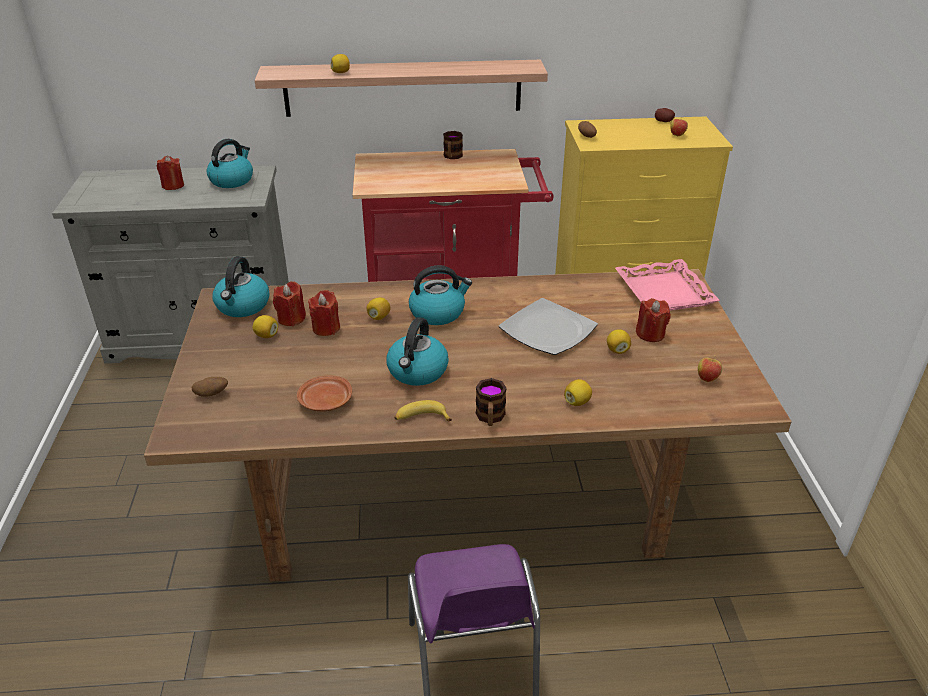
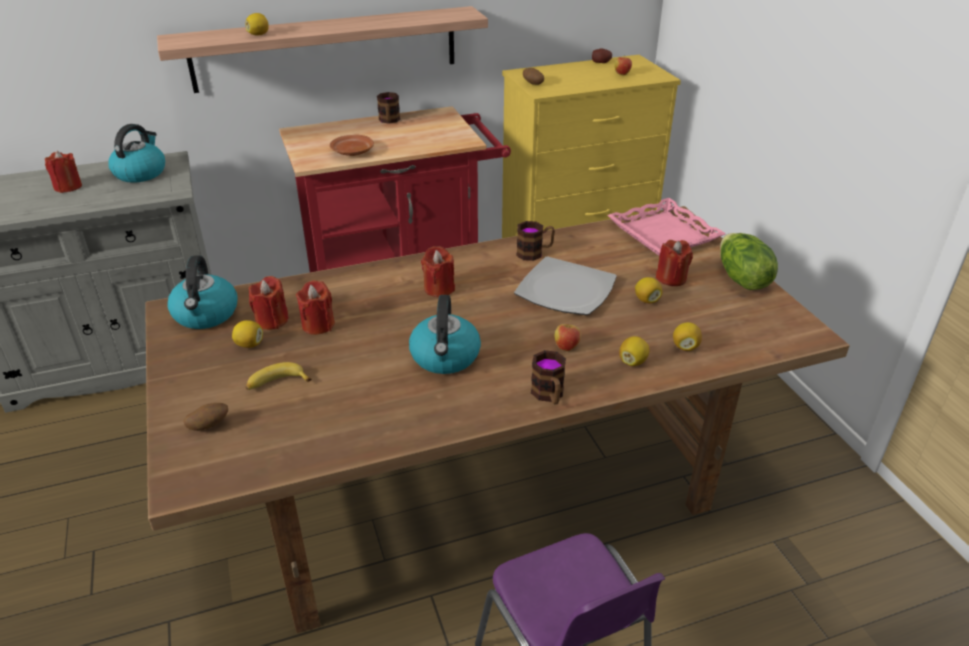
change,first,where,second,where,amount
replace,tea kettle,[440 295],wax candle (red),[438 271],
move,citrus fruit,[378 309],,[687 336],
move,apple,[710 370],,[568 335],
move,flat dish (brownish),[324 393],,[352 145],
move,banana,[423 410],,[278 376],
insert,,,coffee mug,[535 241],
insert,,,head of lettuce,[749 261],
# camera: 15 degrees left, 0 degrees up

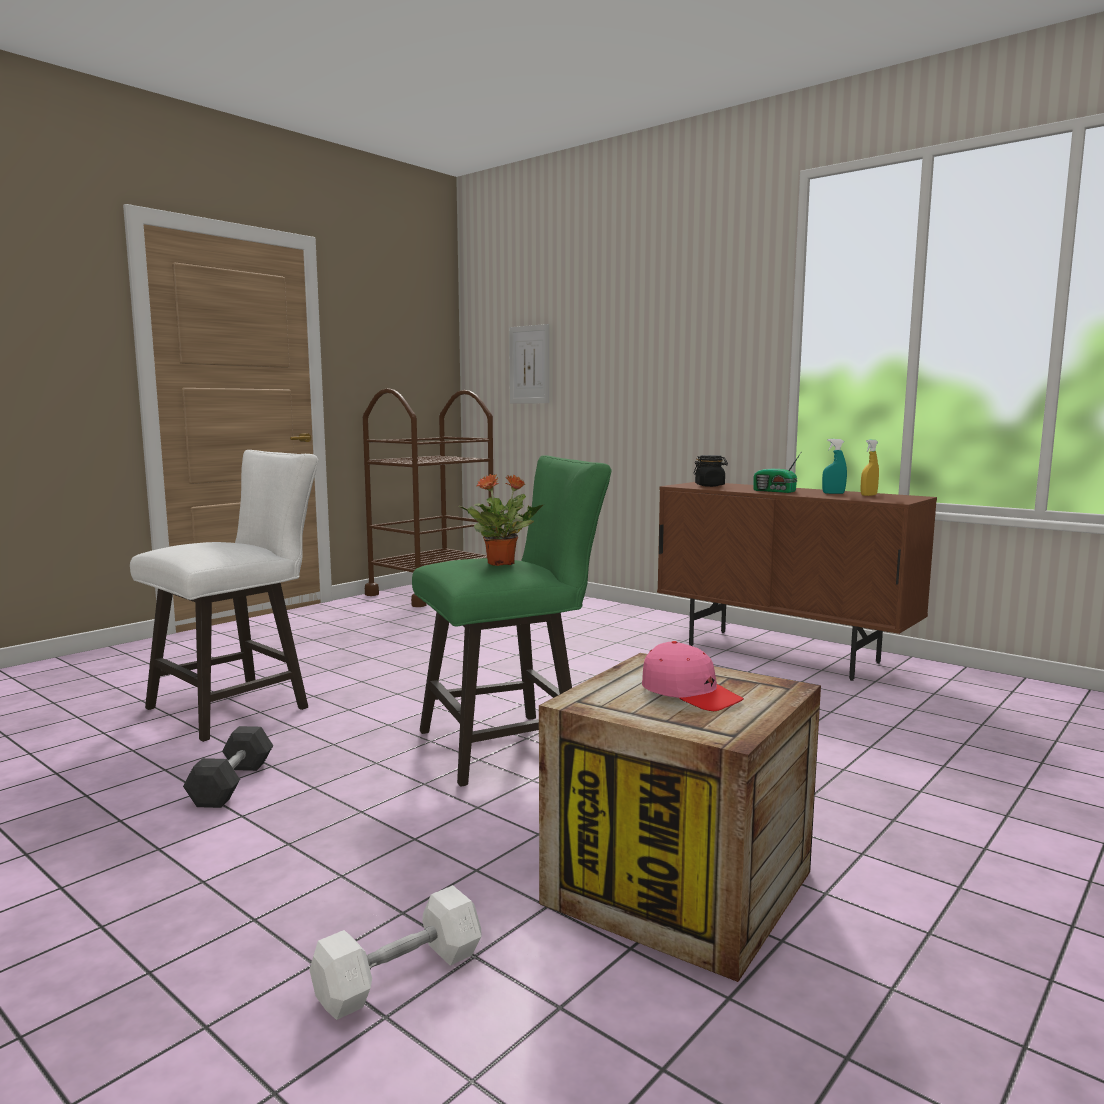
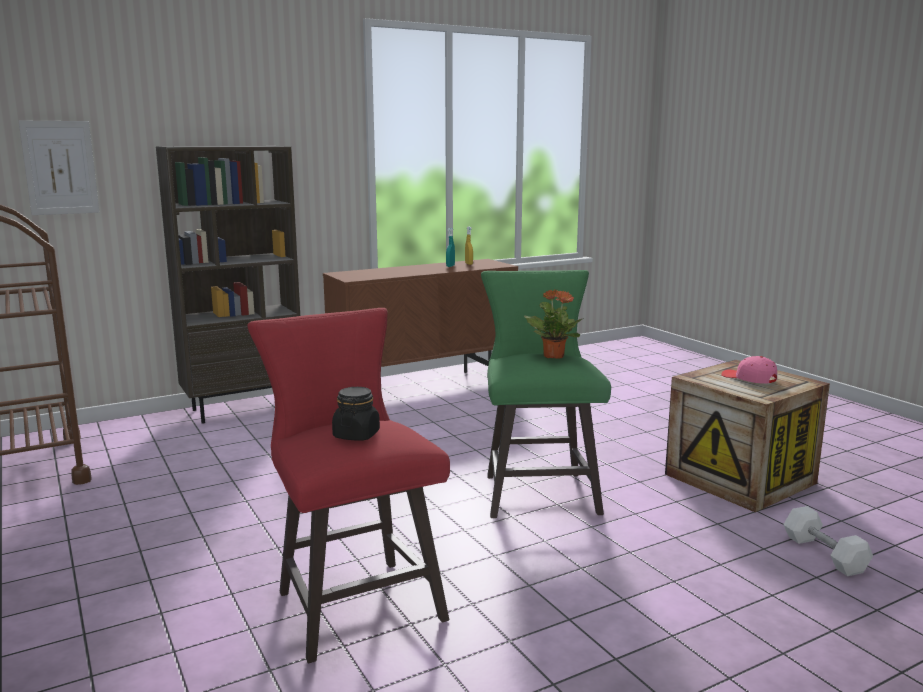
change,first,where,second,where,amount
recolor,sitting stool (white-coloured),[224 596],sitting stool (red),[348 486],
delete,radio,[777 473],,,
move,storage jar (black),[710 471],,[356 414],
rotate,baseball cap (pink-coloured),[693 676],,[749 370],105 degrees counterclockwise
delete,free weight (greyish),[228 767],,,
insert,,,bookcase (brownish),[228 285],
# camera: 70 degrees left, 5 degrees up

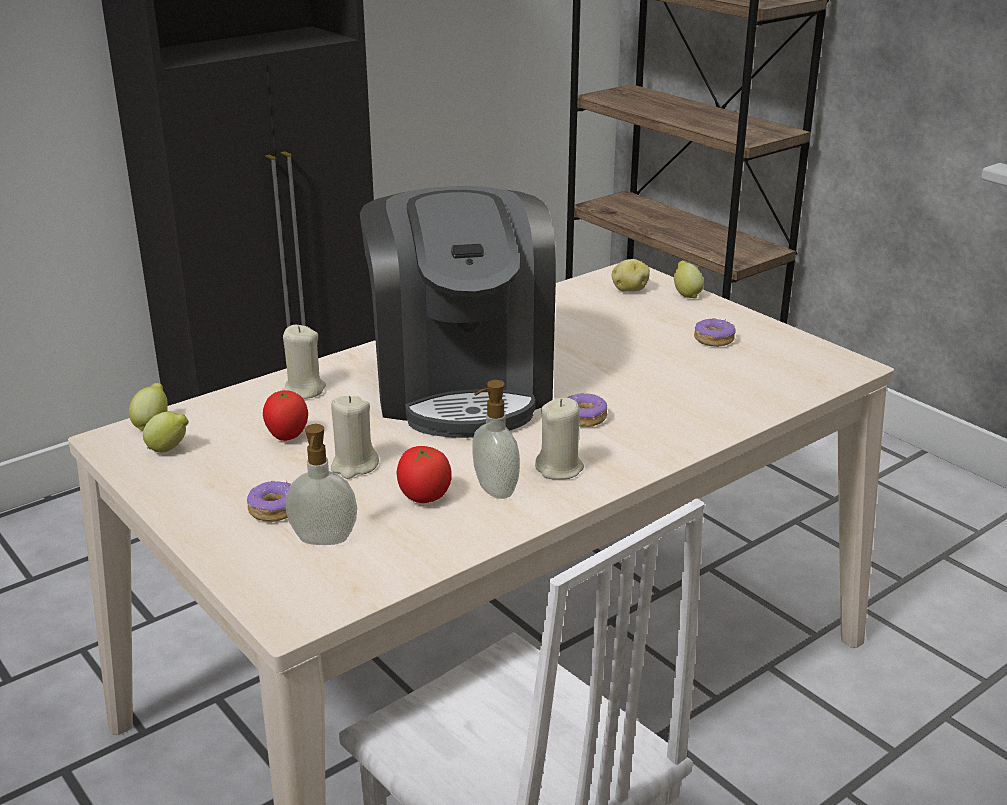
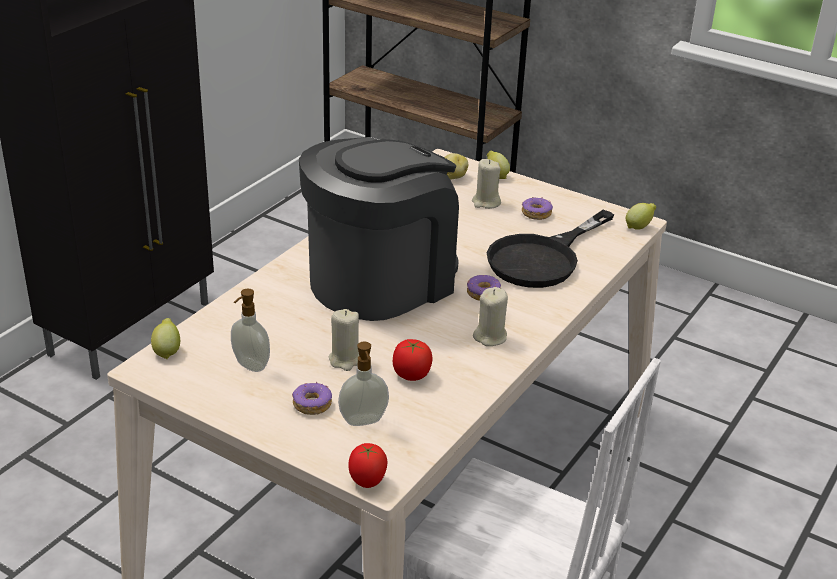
change,first,where,second,where,amount
rotate,coffee maker,[458 312],,[379 229],105 degrees counterclockwise
move,wax candle (beige-coloured),[304 362],,[486 184],
move,soap dispenser,[496 439],,[250 330],
move,fresh tomato,[285 415],,[368 465],
move,citrus fruit,[166 432],,[641 216],
insert,,,frying pan (black),[551 249],
# camera: 20 degrees left, 5 degrees up

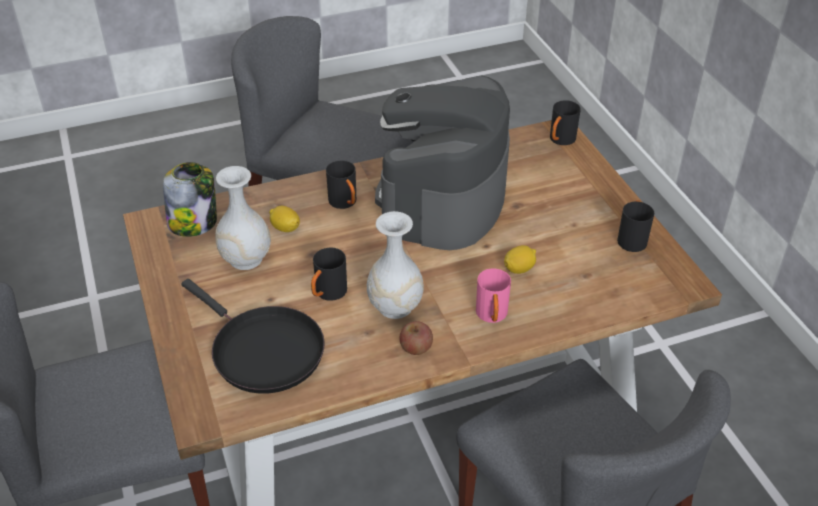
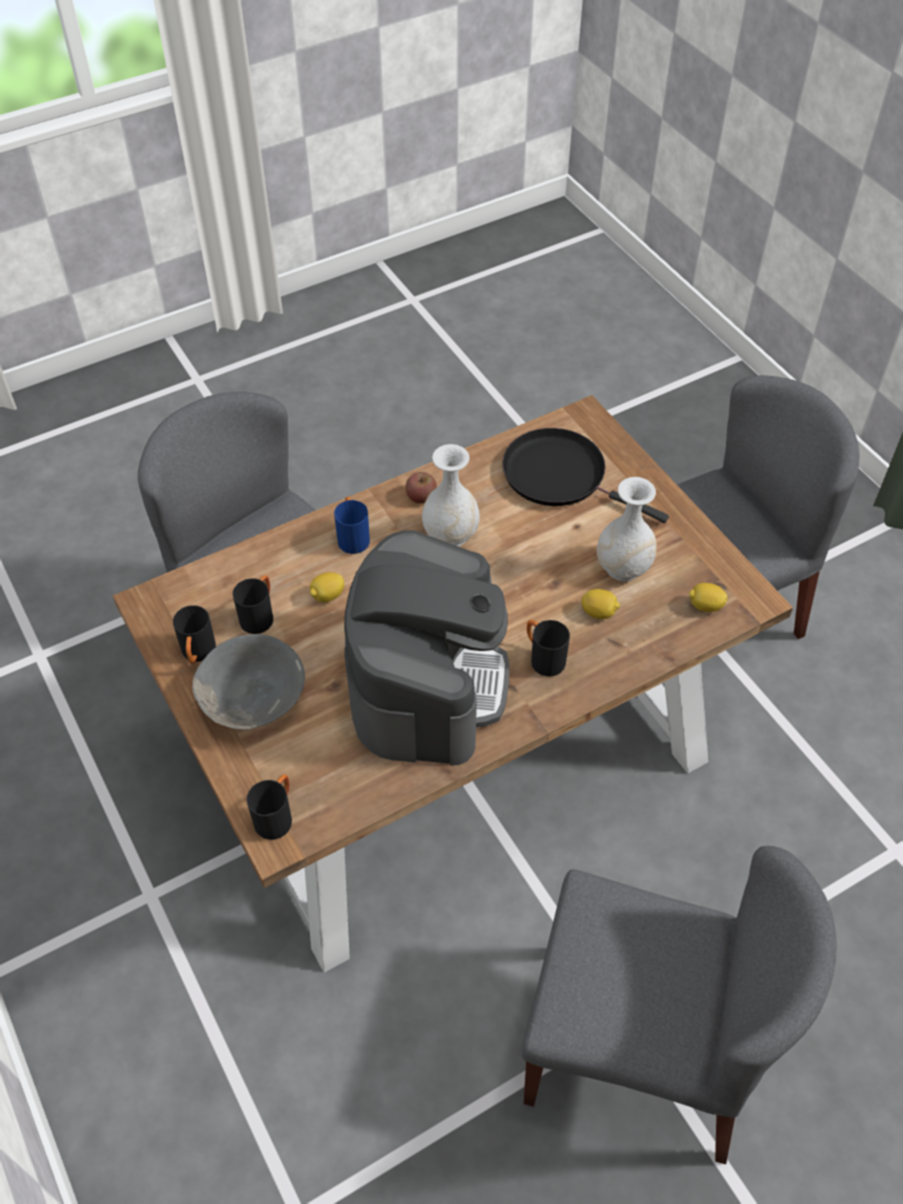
change,first,where,second,where,amount
replace,storage jar,[190 199],citrus fruit,[708 597],
move,coffee mug (black),[329 274],,[253 604],
recolor,coffee mug (pink-coloured),[493 296],coffee mug (blue-coloured),[352 525],
insert,,,deep dish (greyish),[248 682],
# camera: 170 degrees right, 10 degrees up

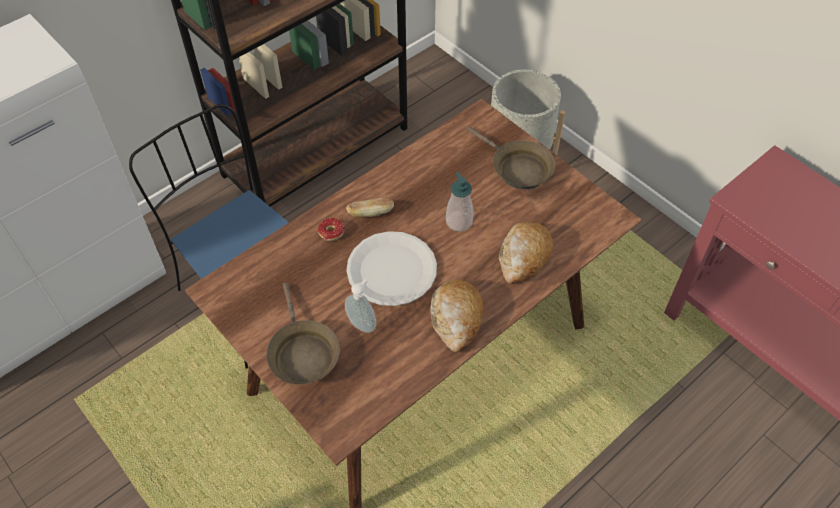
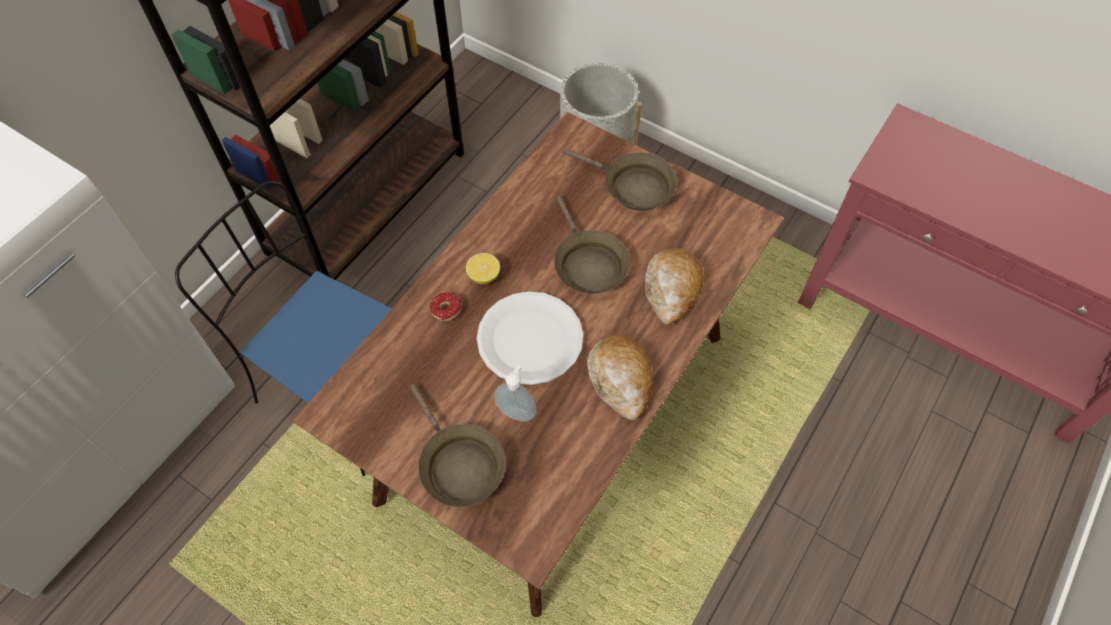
change,first,where,second,where,amount
replace,soap dispenser,[459 202],frying pan (brownish),[592 244],
replace,baked bread,[370 207],citrus fruit,[483 268],
# camera: 15 degrees left, 5 degrees up

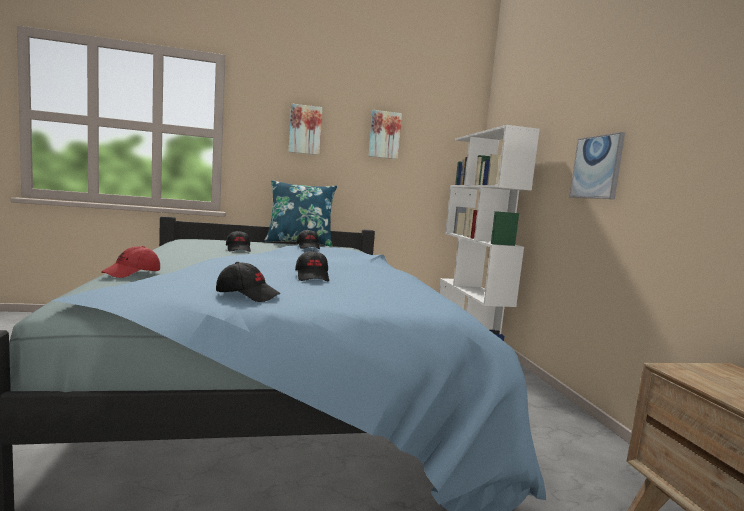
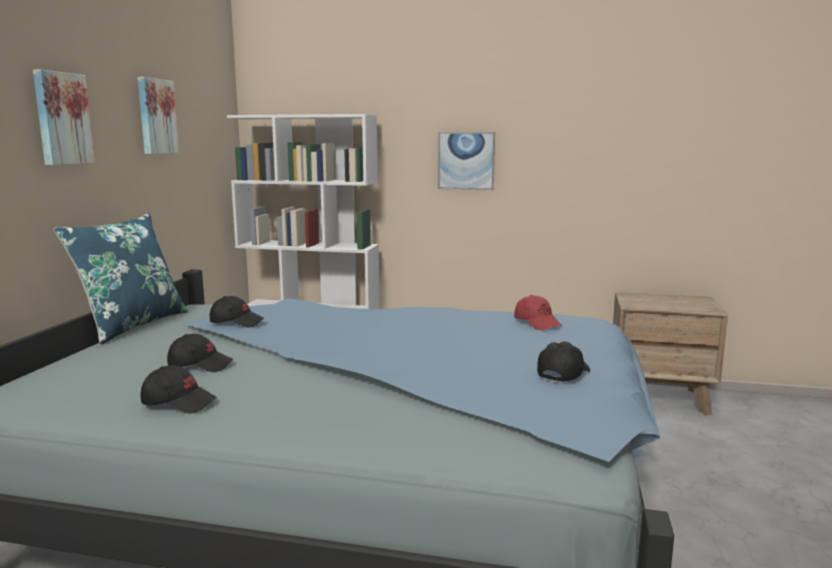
change,first,where,second,where,amount
move,baseball cap (red),[130 262],,[538 312],
move,baseball cap (black),[312 265],,[178 389],
# camera: 65 degrees left, 5 degrees up

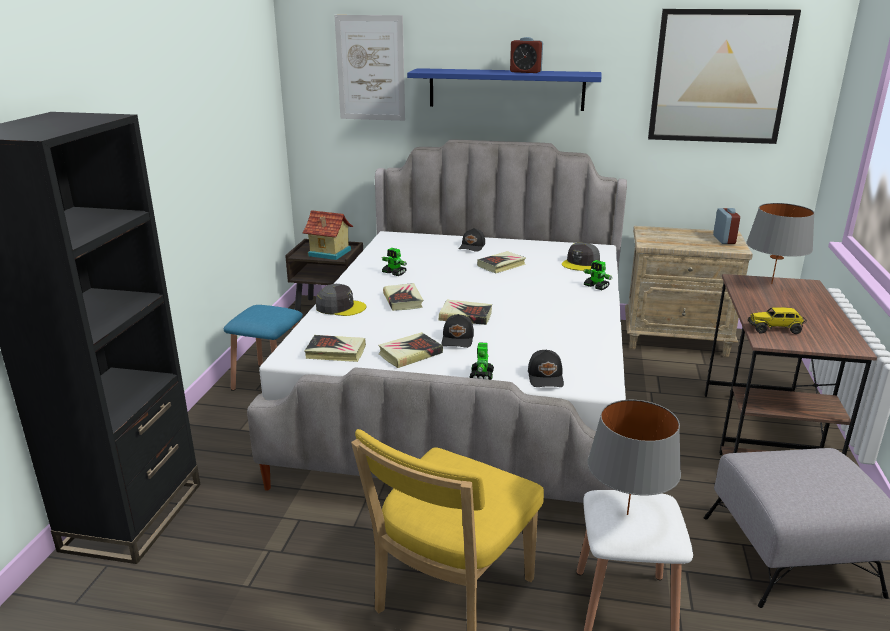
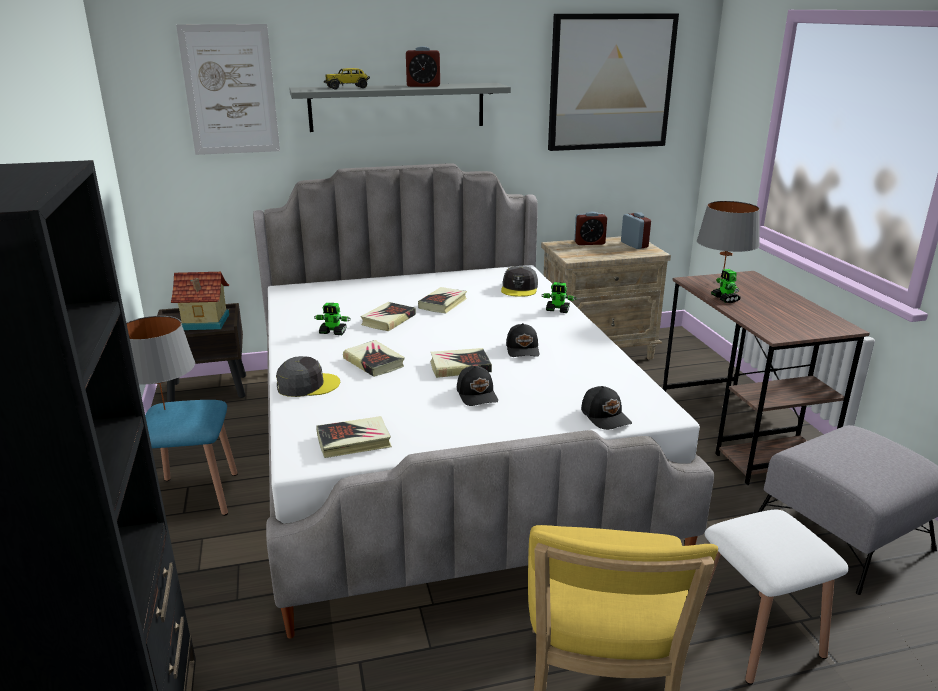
change,first,where,second,where,amount
recolor,wall shelf (blue-coloured),[504 89],wall shelf (greyish),[400 107],
move,baseball cap (black),[472 240],,[522 340],
move,model truck,[777 320],,[347 78],
move,bound book,[410 350],,[388 316],
move,model robot,[482 361],,[725 286],
move,tabletop lamp (greyish),[634 457],,[160 363],
insert,,,bedside clock,[590 228],
# camera: 25 degrees left, 0 degrees up

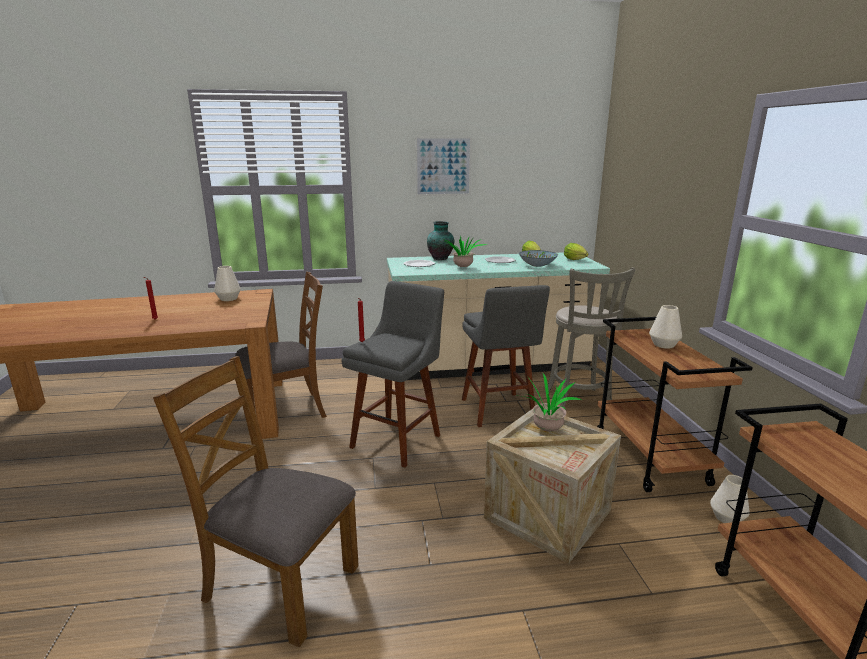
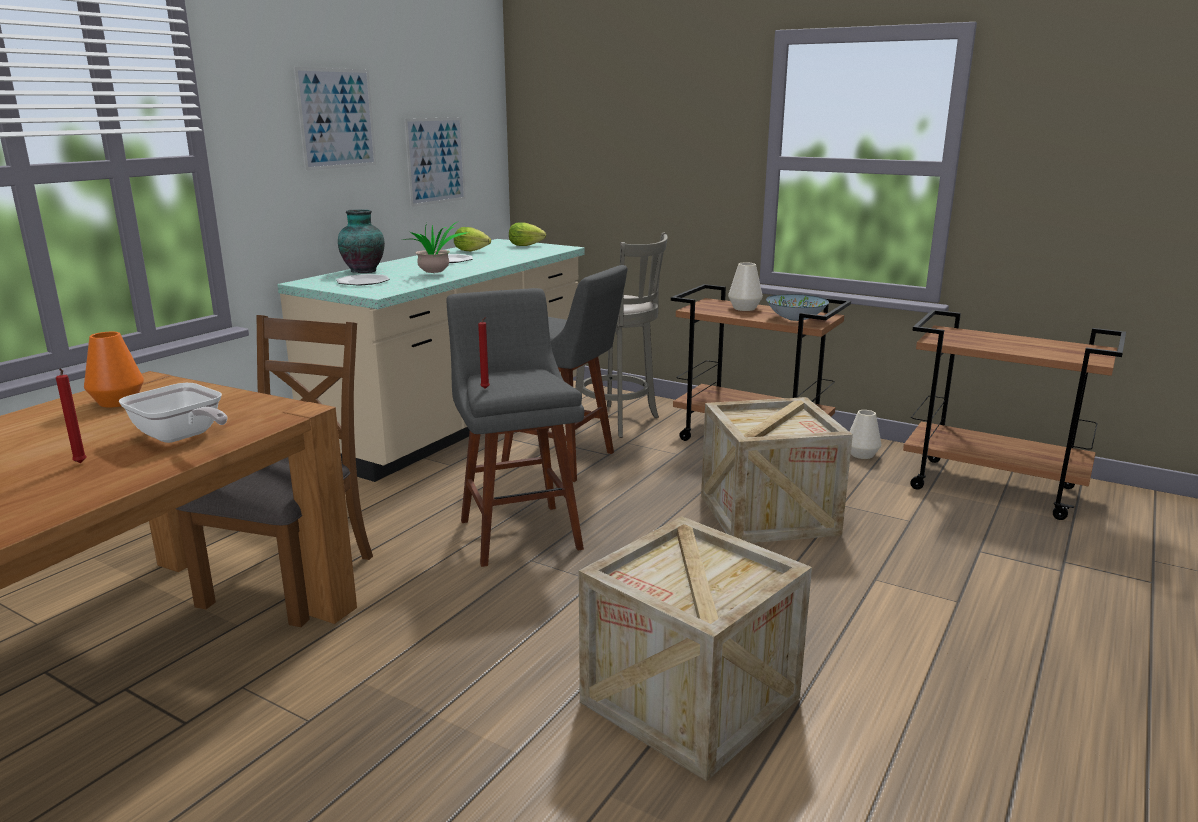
change,first,where,second,where,amount
move,deep dish,[538 258],,[797 307],
recolor,decorative vase (white-coloured),[227 283],decorative vase (orangey),[114 370],
replace,chair (brownish),[256 501],crate,[695 649],
delete,plant in a pot,[551 402],,,
insert,,,wall picture,[435 162],
insert,,,frying pan,[173 413],
# camera: 50 degrees left, 0 degrees up

